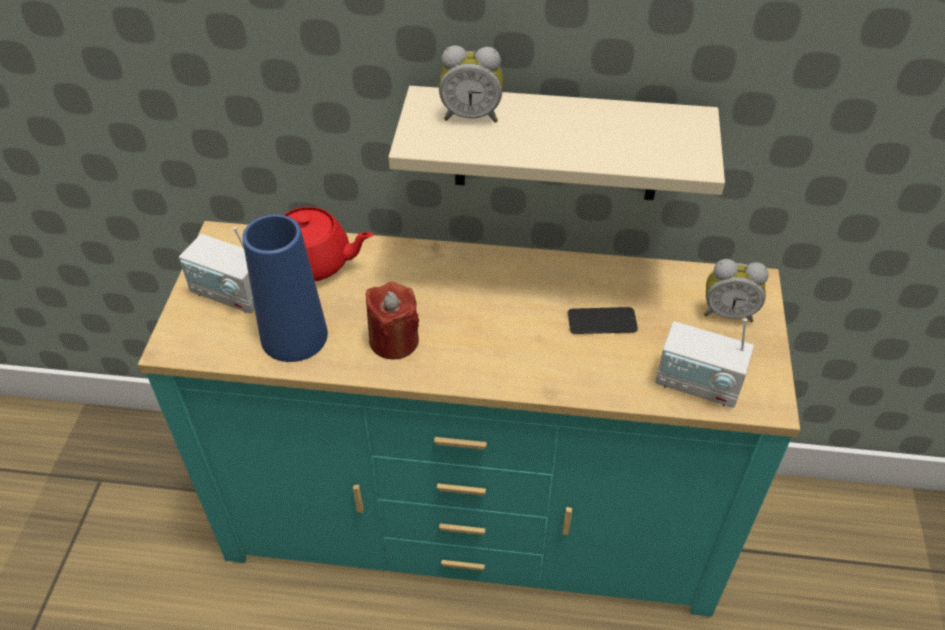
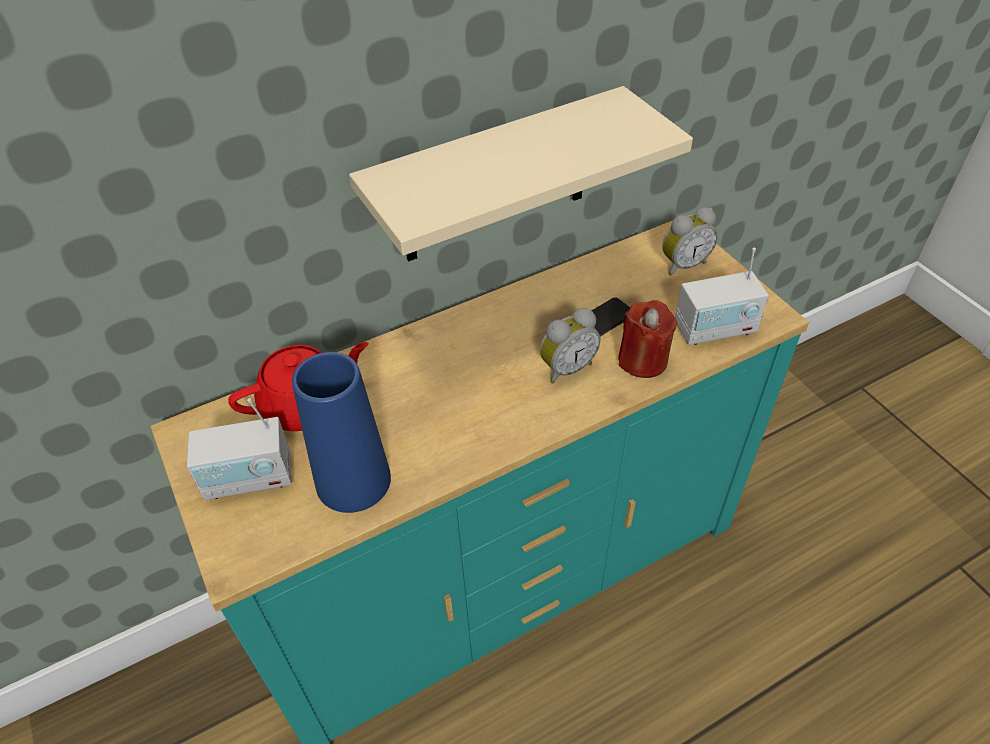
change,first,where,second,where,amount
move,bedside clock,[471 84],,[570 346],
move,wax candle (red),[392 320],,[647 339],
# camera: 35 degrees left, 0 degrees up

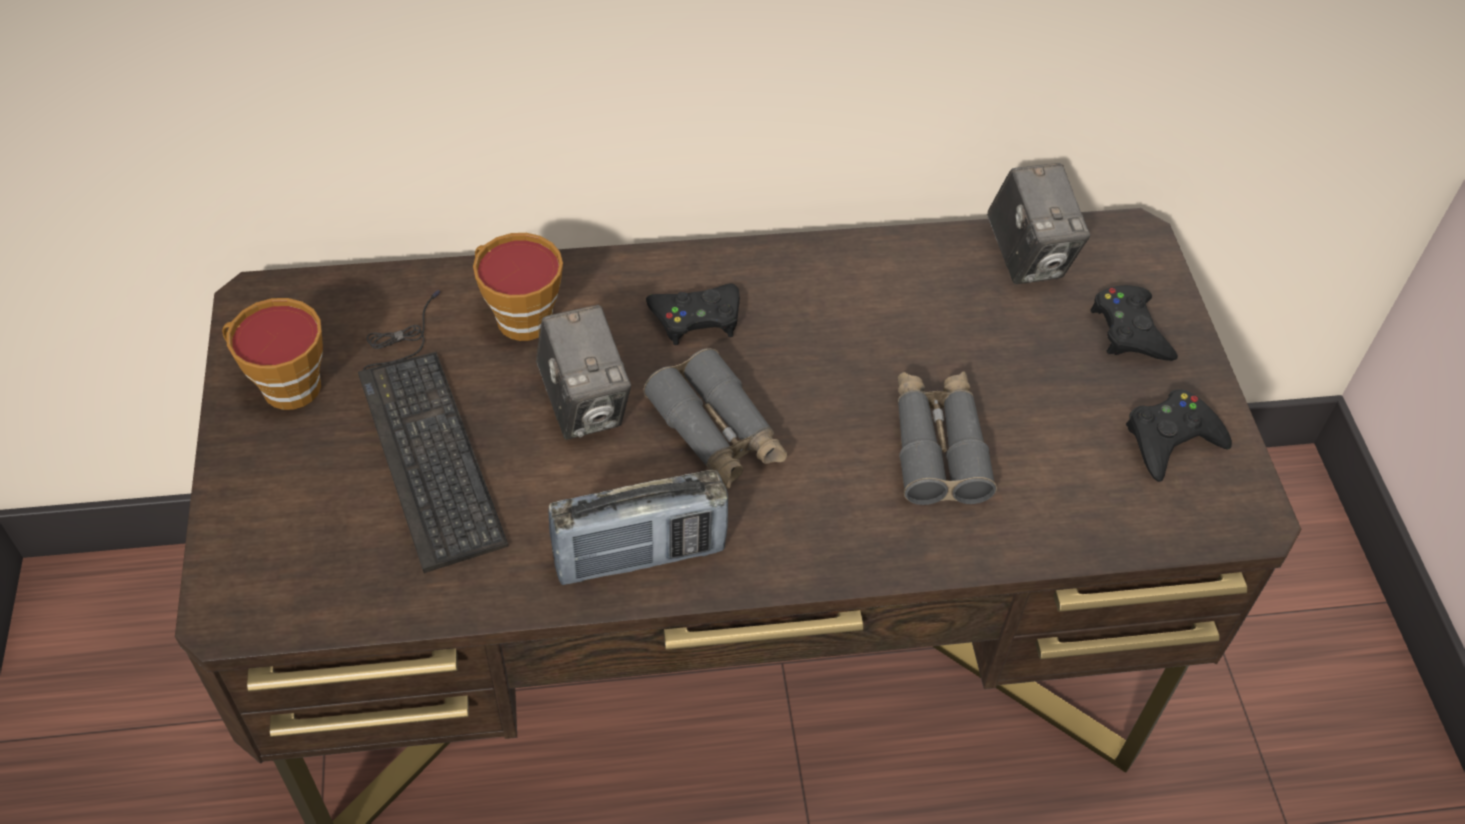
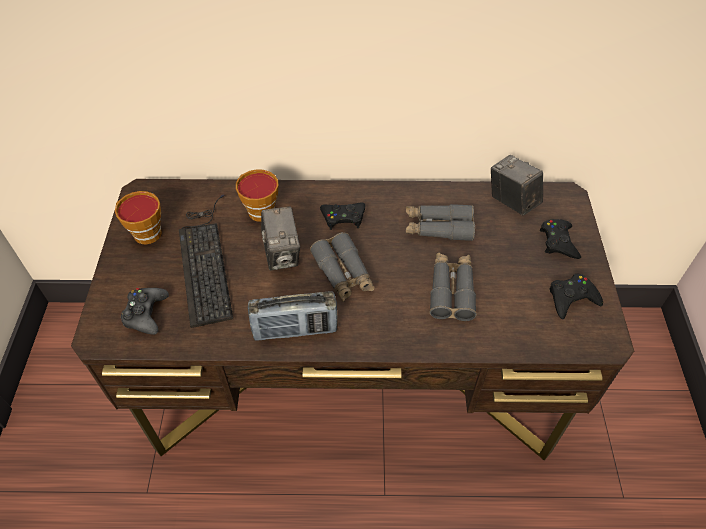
change,first,where,second,where,amount
rotate,still camera,[1038 223],,[517 185],150 degrees clockwise
insert,,,binoculars (greyish),[440 222],
insert,,,gamepad (black),[145 311],
# camera: 10 degrees right, 0 degrees up

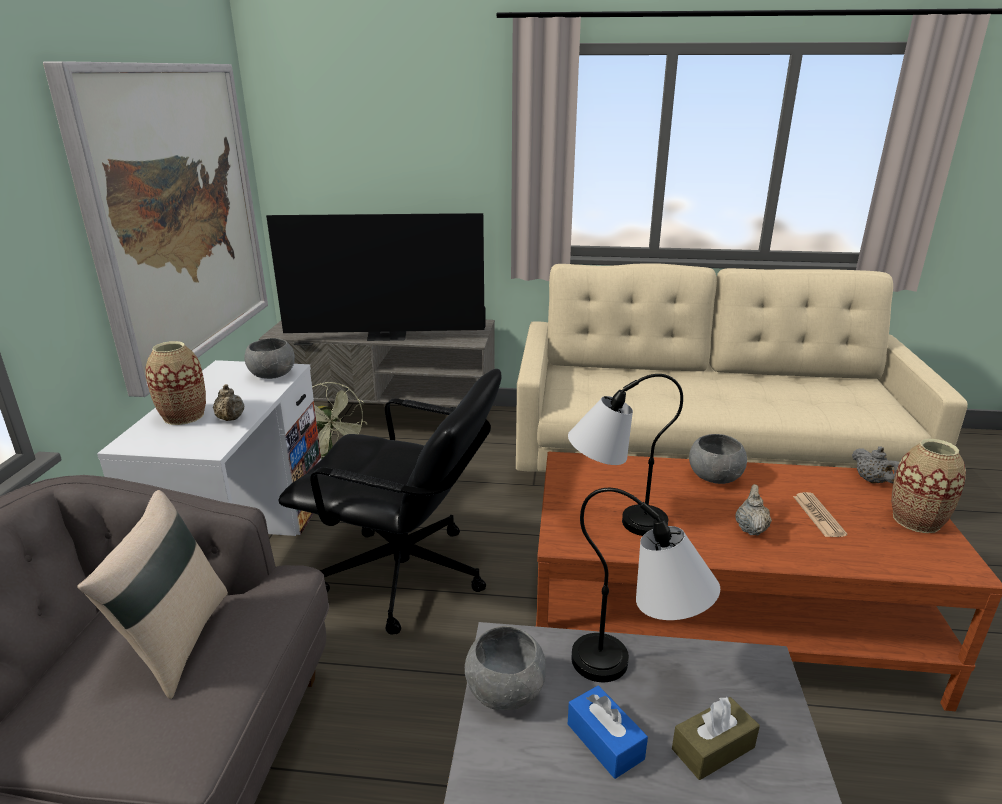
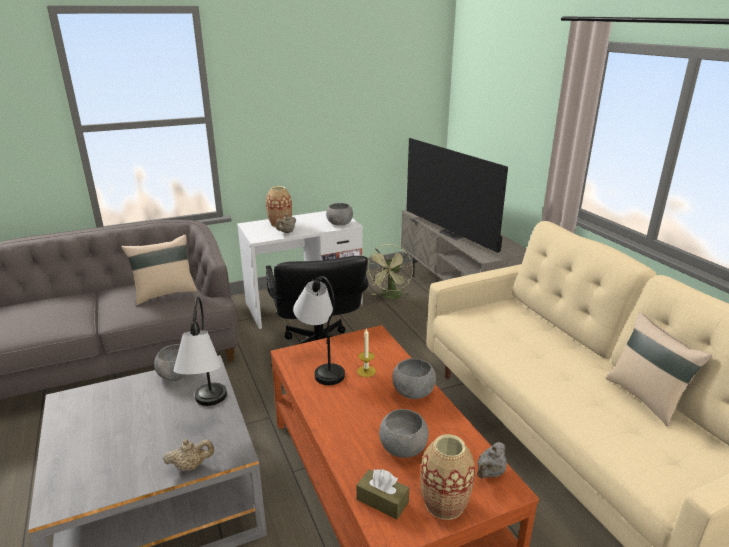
change,first,where,second,where,amount
delete,wall picture,[155 229],,,
move,pot for tea (beige-coloured),[753 510],,[188 455],
replace,newspaper,[820 514],deep dish (greyish),[404 433],
delete,box of tissues (blue-coloured),[608 732],,,
move,box of tissues (brownish),[716 738],,[382 494],
insert,,,throw pillow (beige-coloured),[659 369],
insert,,,wax candle,[366 352],
# camera: 60 degrees right, 0 degrees up

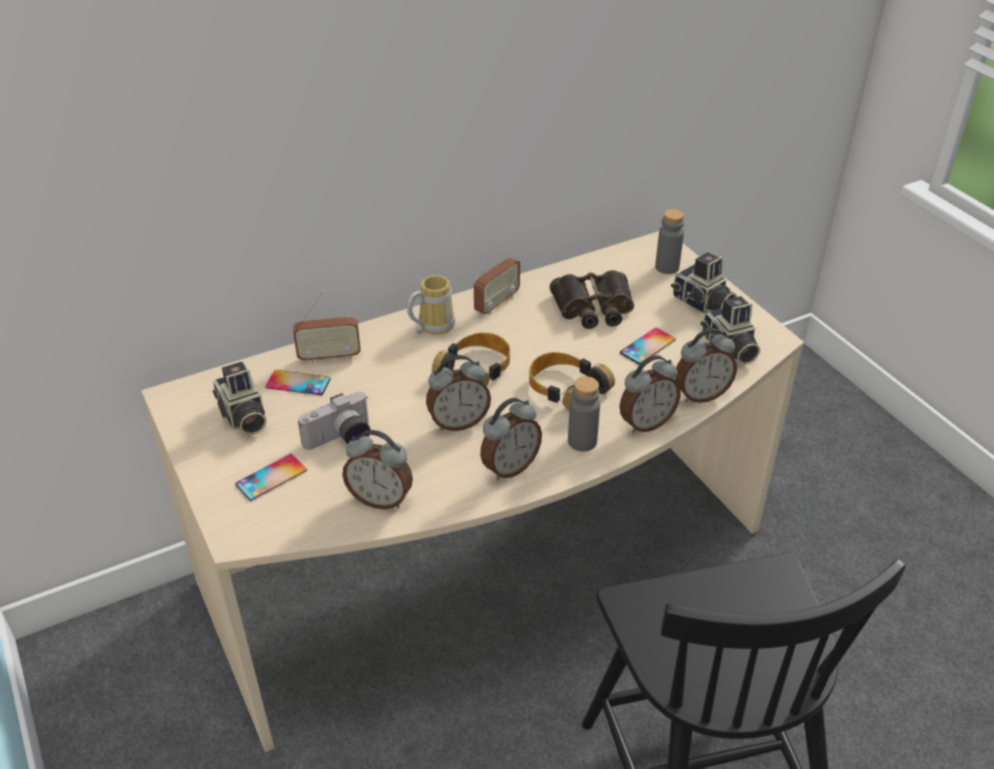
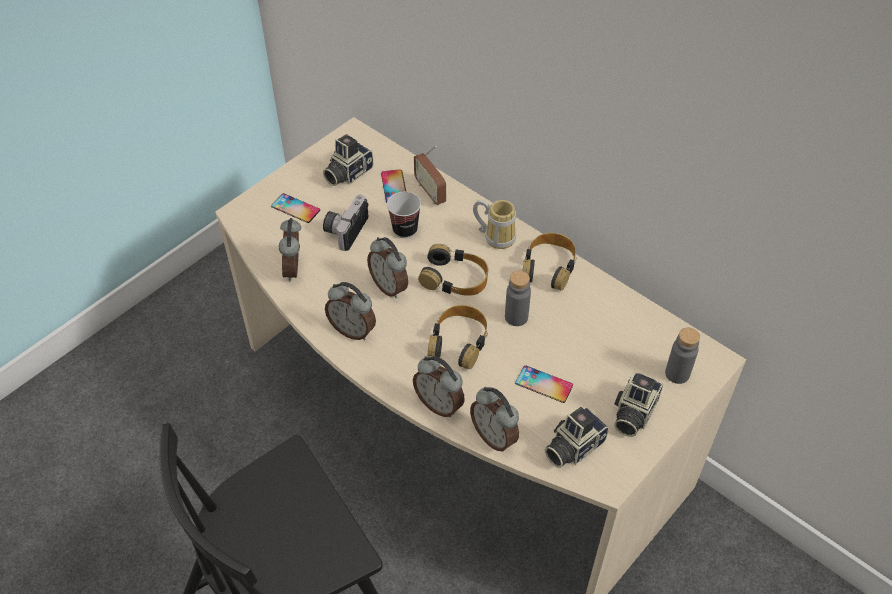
change,first,where,second,where,amount
replace,radio,[497 277],headset,[549 262],
delete,binoculars,[592 299],,,
move,drink bottle (greyish),[584 414],,[518 298],
rotate,still camera,[334 421],,[346 223],75 degrees clockwise
insert,,,drinking cup,[404 215],
# camera: 70 degrees right, 10 degrees up

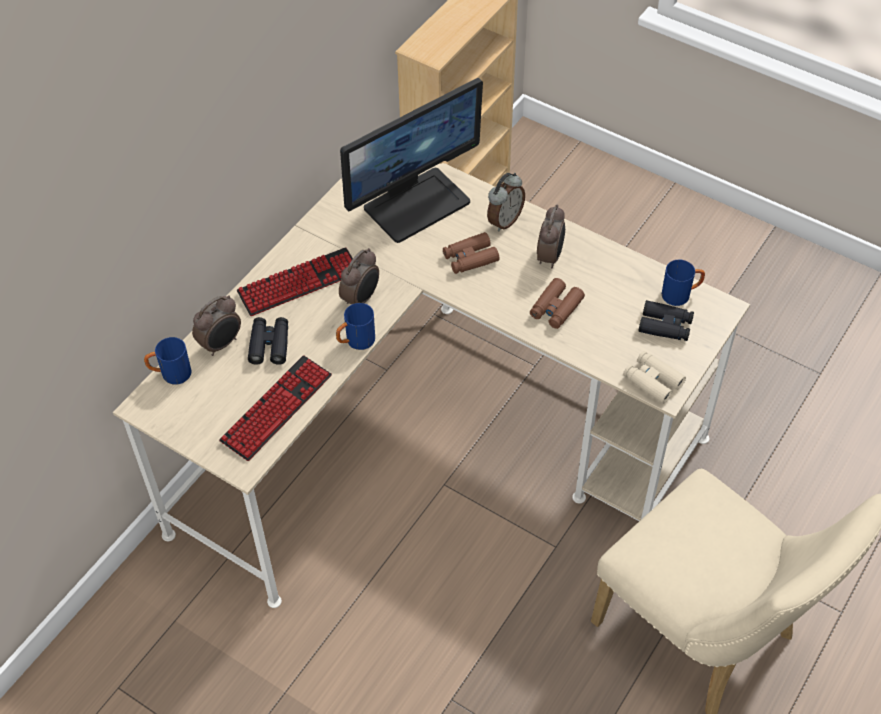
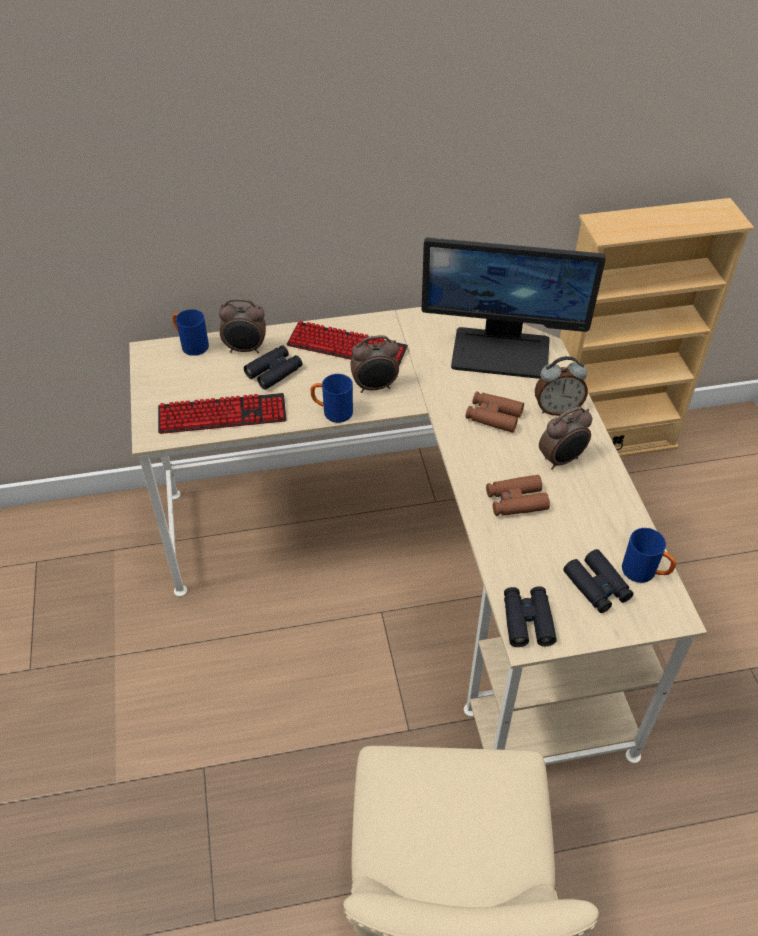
change,first,where,second,where,amount
recolor,binoculars (beige-coloured),[654 377],binoculars (black),[530 616],
# camera: 45 degrees right, 5 degrees down

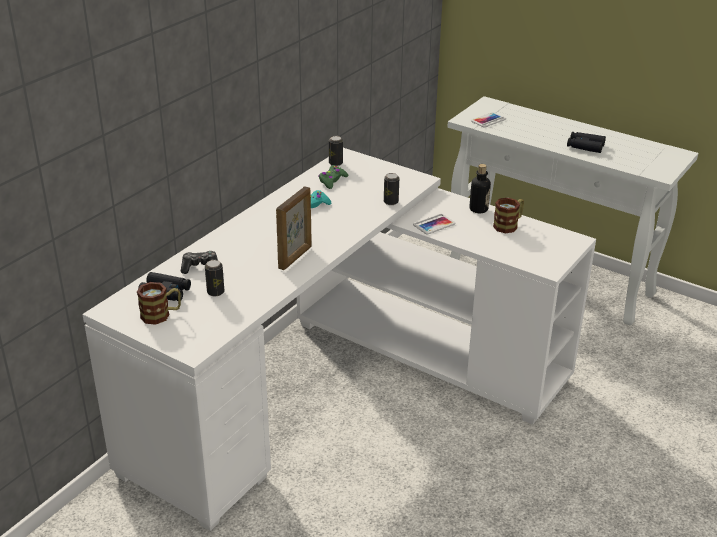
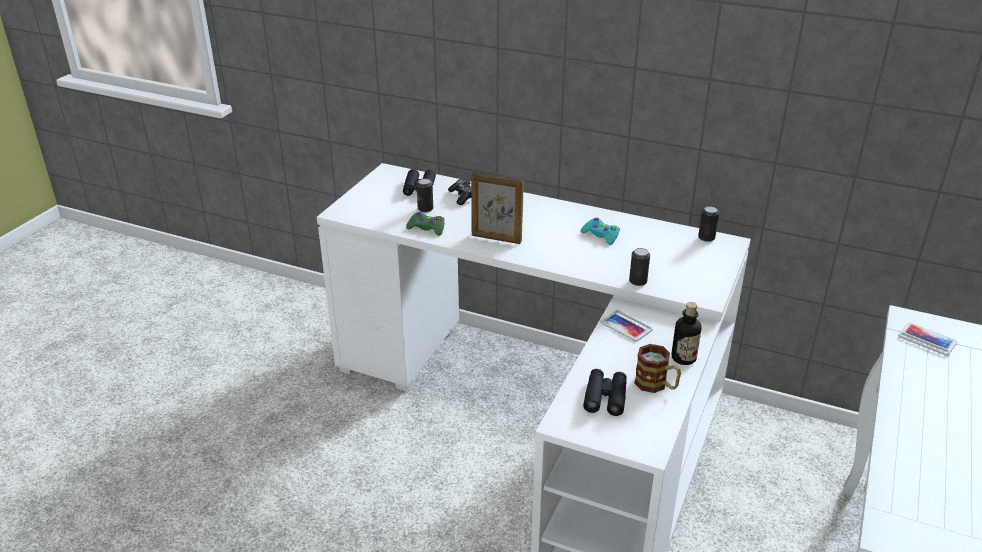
change,first,where,second,where,amount
move,binoculars (black),[586 142],,[605 392],
move,gamepad (green),[333 177],,[425 224],
delete,coffee mug,[159 303],,,
# camera: 80 degrees right, 0 degrees up

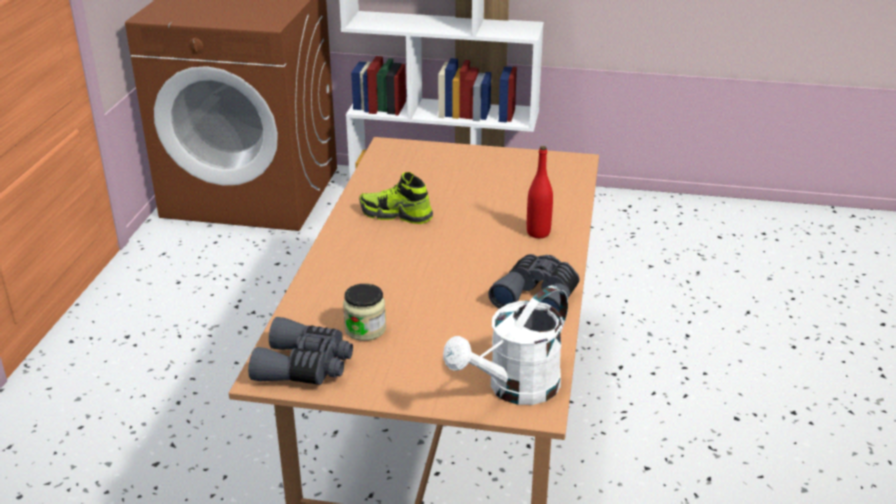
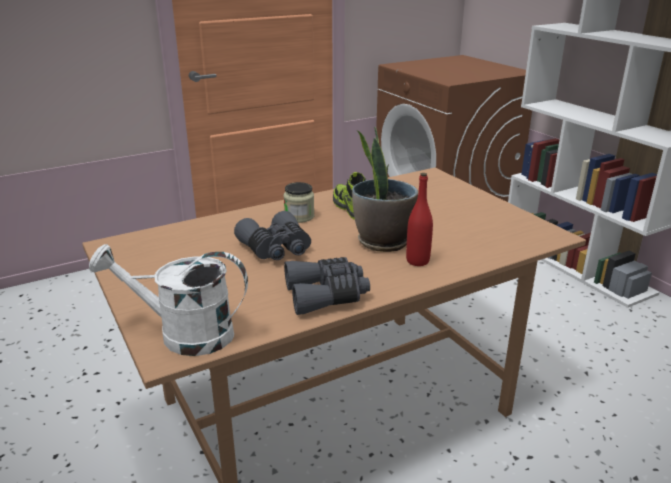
change,first,where,second,where,amount
move,storage jar,[364 312],,[299 202],
move,binoculars (greyish),[300 351],,[272 235],
insert,,,plant in a pot,[385 189],
# camera: 50 degrees right, 5 degrees down

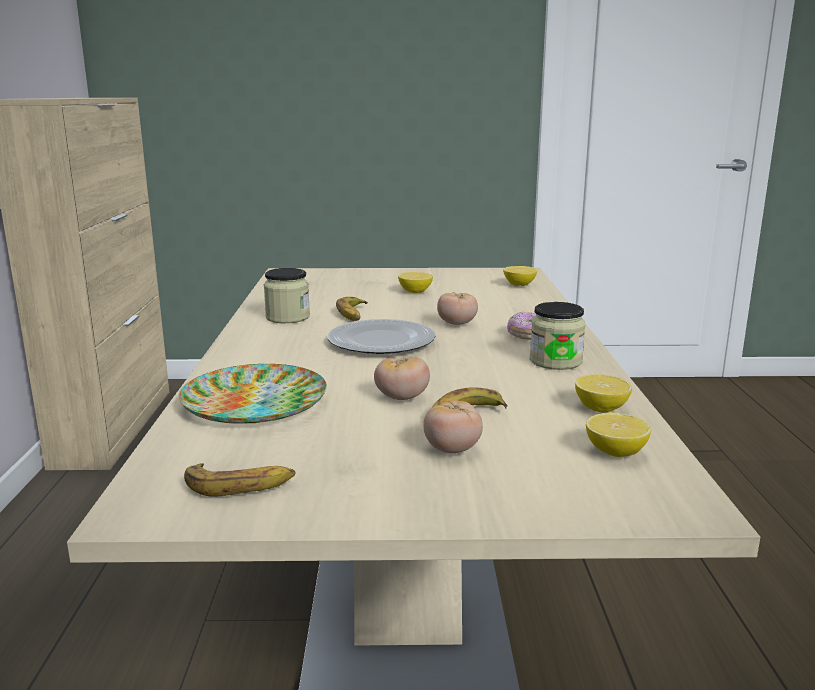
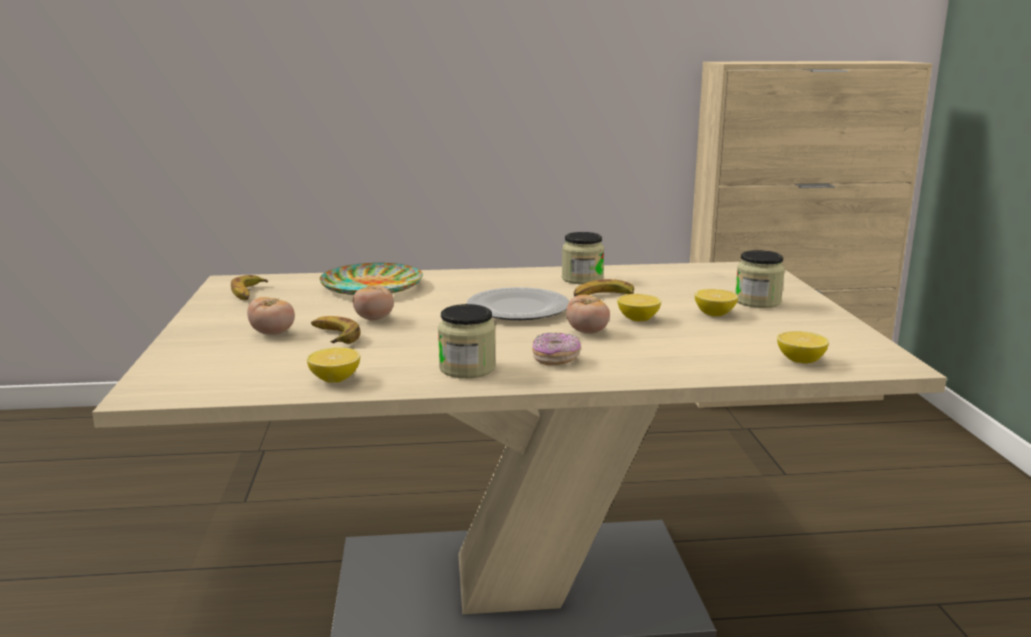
change,first,where,second,where,amount
move,citrus fruit,[618 435],,[639 307],
insert,,,storage jar,[760 279],
# camera: 85 degrees right, 0 degrees up

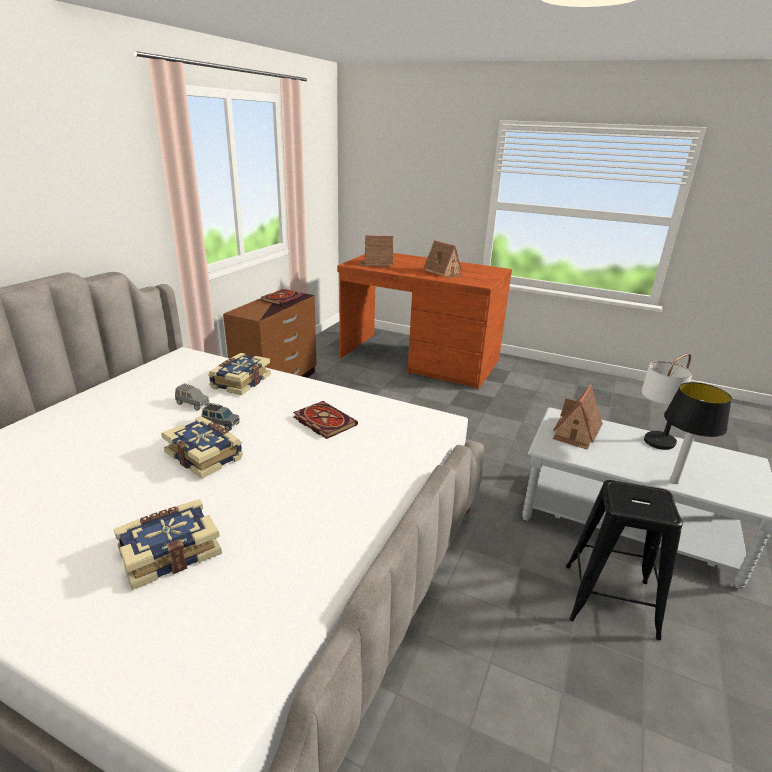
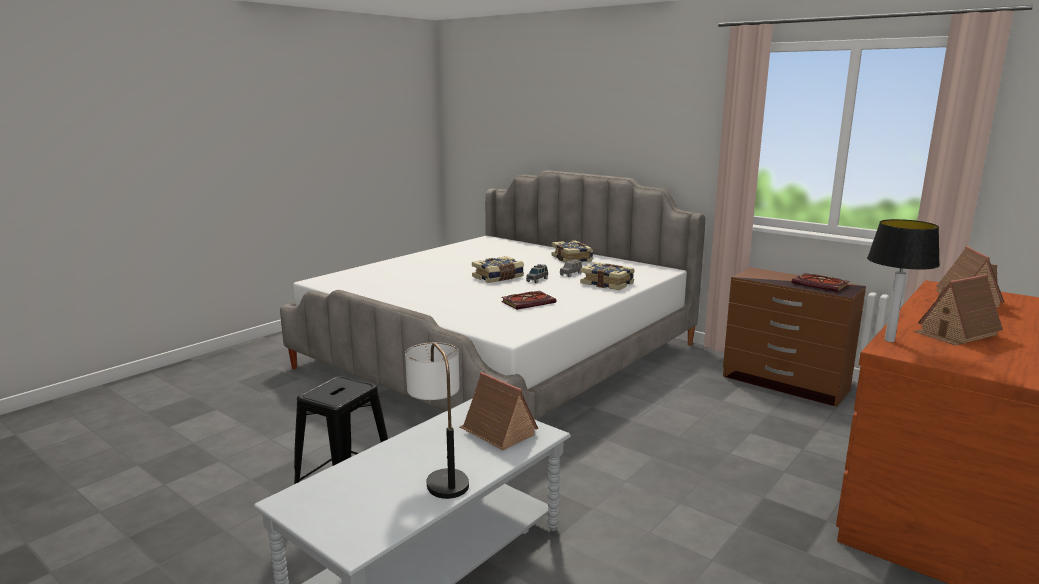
change,first,where,second,where,amount
move,tabletop lamp,[698 433],,[903 280],
move,bound book,[168 544],,[572 251],
# camera: 105 degrees right, 10 degrees down

